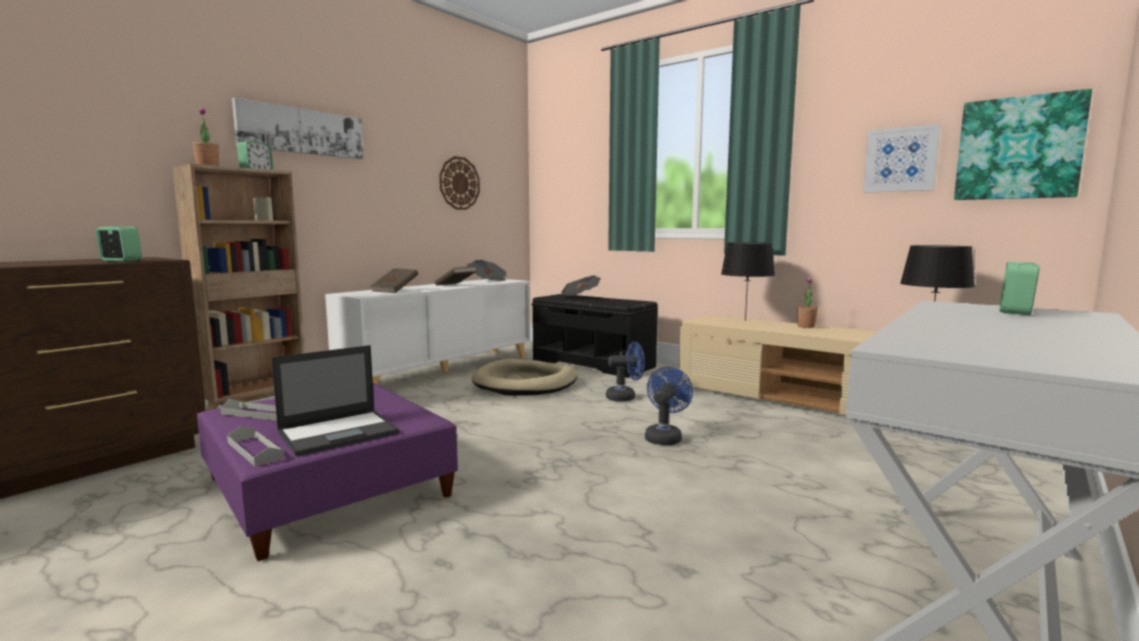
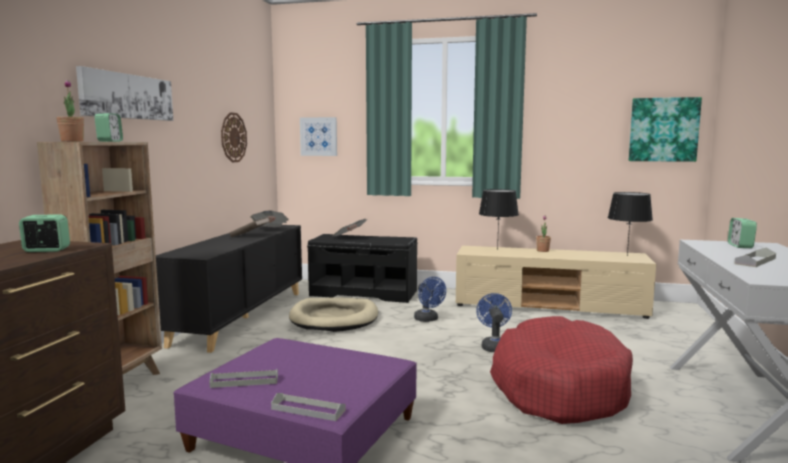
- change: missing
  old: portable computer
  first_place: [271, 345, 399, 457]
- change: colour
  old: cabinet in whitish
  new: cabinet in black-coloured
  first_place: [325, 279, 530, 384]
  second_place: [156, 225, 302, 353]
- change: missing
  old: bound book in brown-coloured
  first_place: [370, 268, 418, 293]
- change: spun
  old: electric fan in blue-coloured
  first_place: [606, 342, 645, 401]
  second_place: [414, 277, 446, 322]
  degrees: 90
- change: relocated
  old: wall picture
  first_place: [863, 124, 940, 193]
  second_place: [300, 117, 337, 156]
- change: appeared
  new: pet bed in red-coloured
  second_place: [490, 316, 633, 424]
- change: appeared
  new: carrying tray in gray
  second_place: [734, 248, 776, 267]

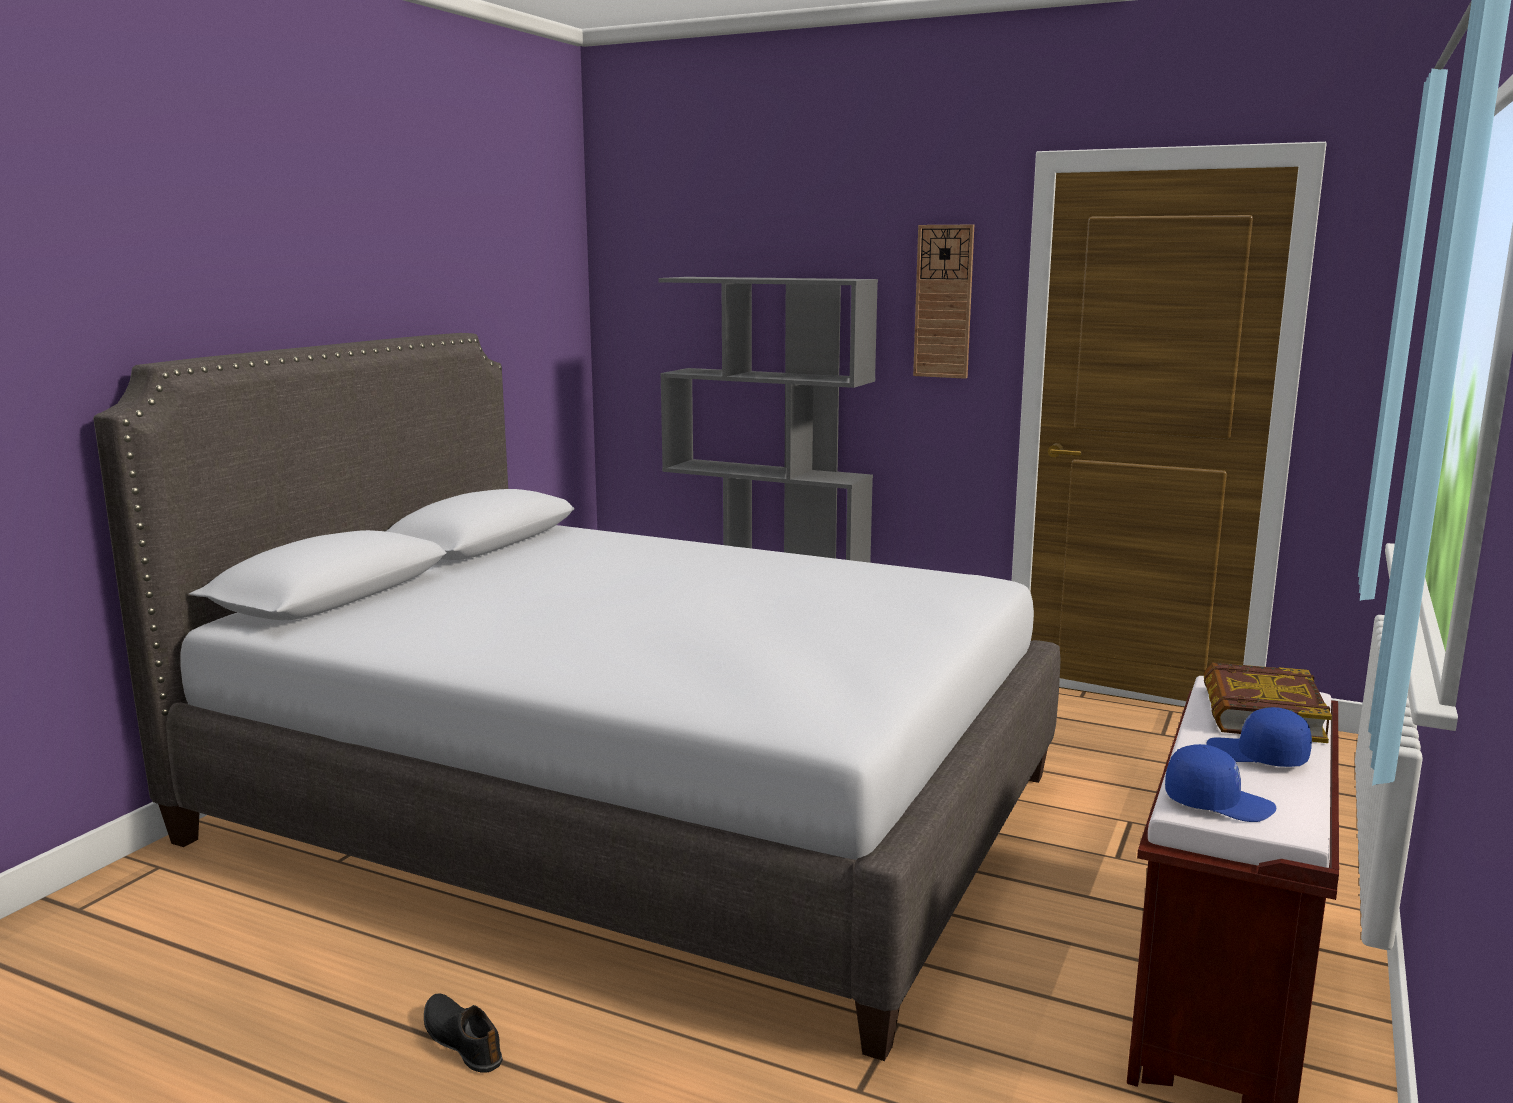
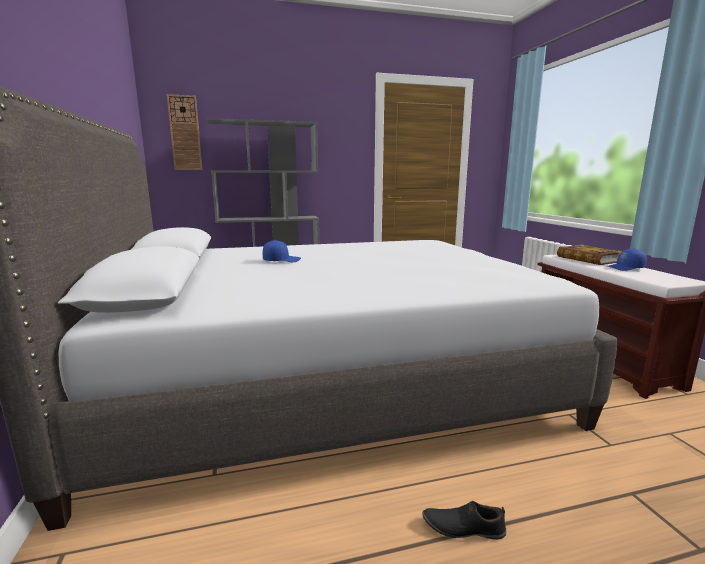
- change: relocated
  old: hanging clock
  first_place: [913, 225, 974, 379]
  second_place: [167, 94, 203, 170]
- change: relocated
  old: peaked cap in blue-coloured
  first_place: [1165, 744, 1276, 822]
  second_place: [263, 240, 301, 262]

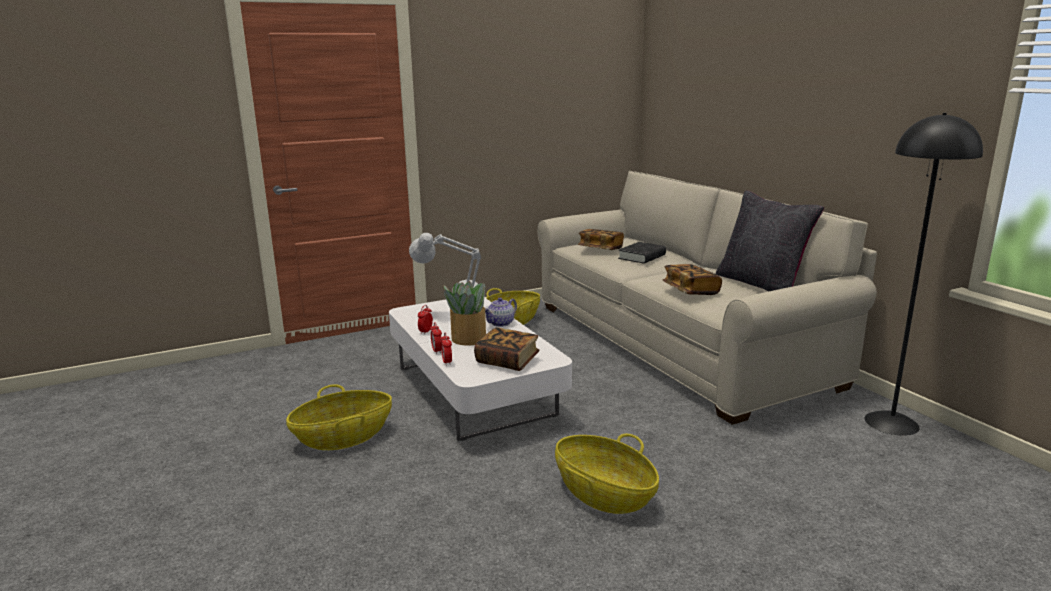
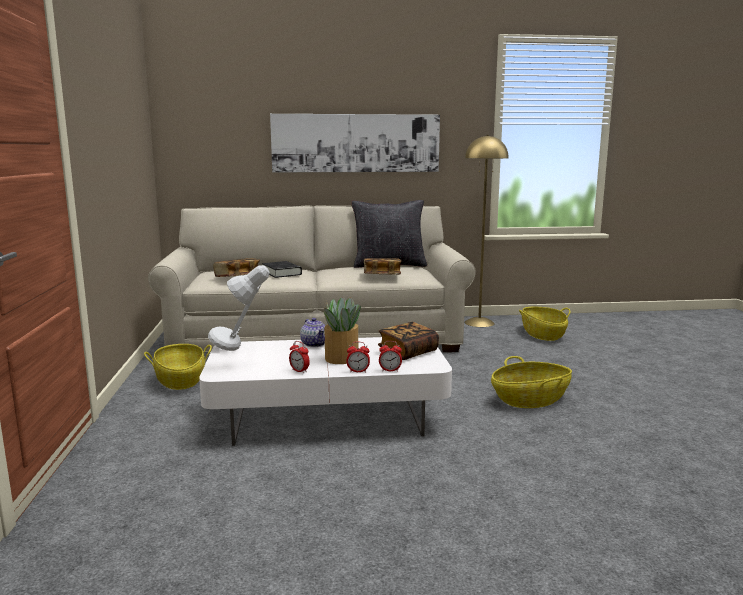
- change: relocated
  old: storage basket
  first_place: [286, 384, 392, 450]
  second_place: [519, 307, 571, 341]
- change: colour
  old: standing lamp in black-coloured
  new: standing lamp in yellow-coloured
  first_place: [864, 113, 983, 436]
  second_place: [464, 135, 509, 327]
- change: appeared
  new: wall picture
  second_place: [270, 114, 440, 172]

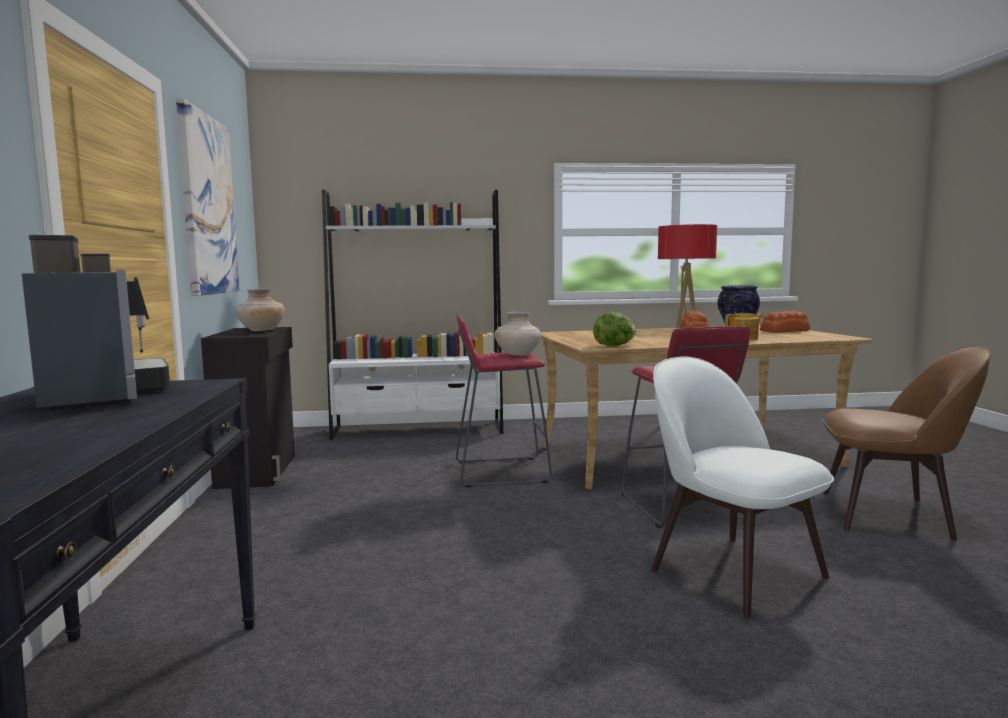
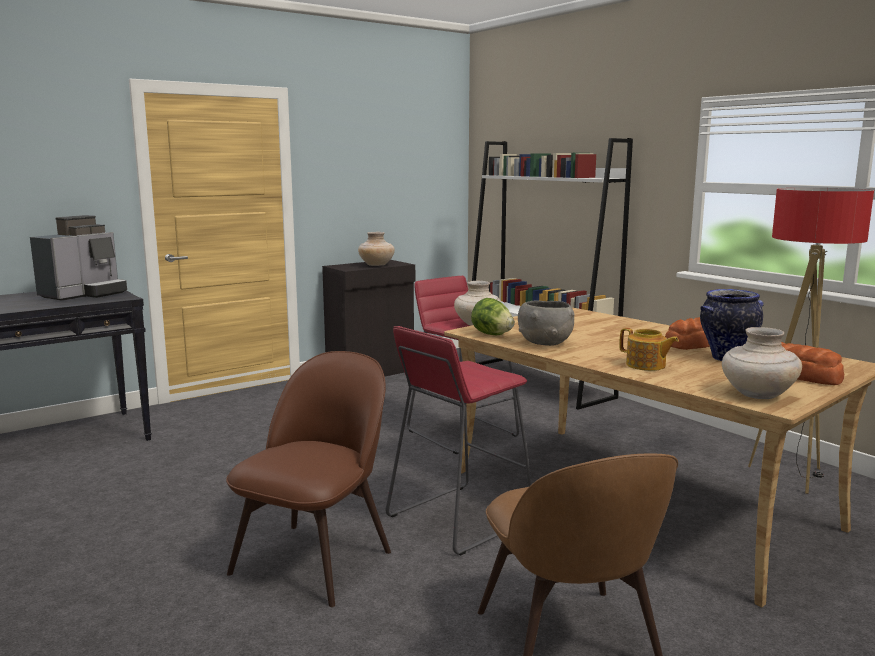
- change: missing
  old: wall picture
  first_place: [176, 98, 239, 296]
- change: colour
  old: upright chair in whitish
  new: upright chair in brown-coloured
  first_place: [651, 357, 834, 619]
  second_place: [226, 351, 391, 607]
- change: appeared
  new: serving bowl in gray
  second_place: [518, 300, 574, 346]
- change: appeared
  new: vase in beige
  second_place: [722, 327, 802, 399]

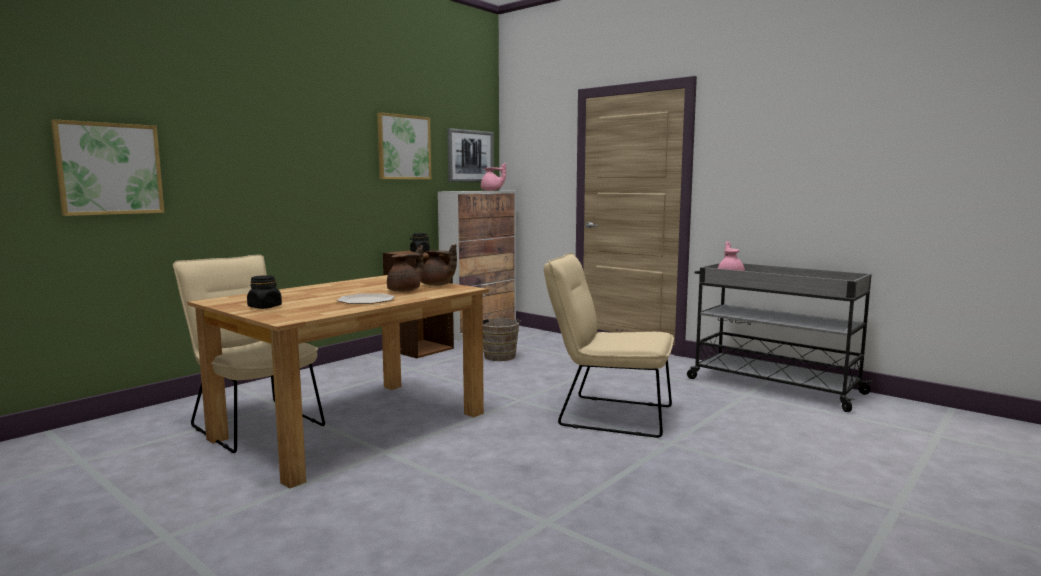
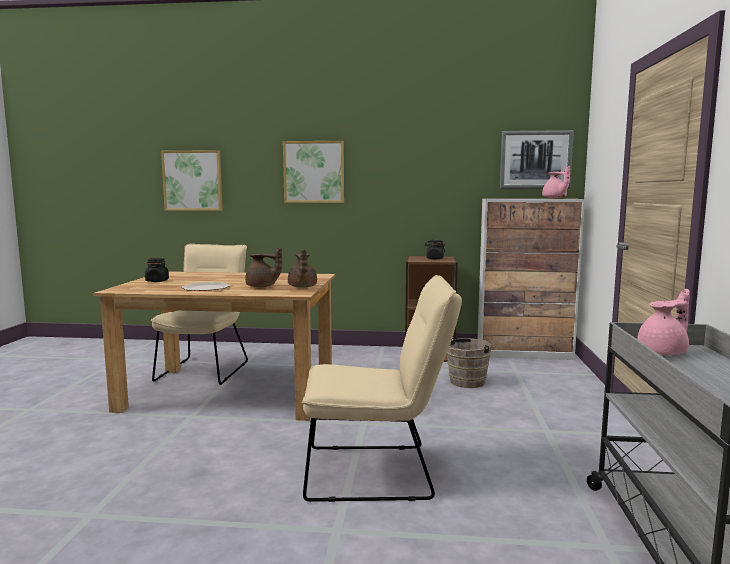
- change: relocated
  old: wall picture
  first_place: [377, 112, 431, 179]
  second_place: [283, 141, 344, 203]
- change: spun
  old: upright chair in beige
  first_place: [544, 253, 674, 438]
  second_place: [302, 275, 462, 502]
  degrees: 105

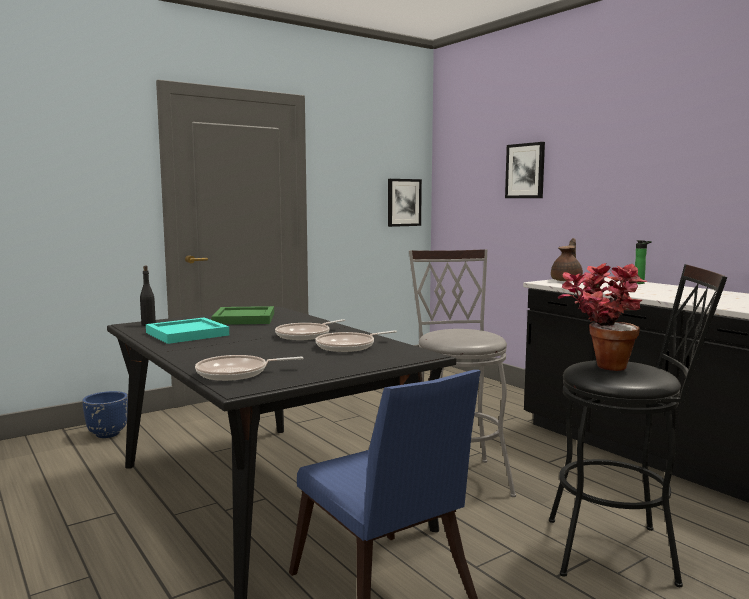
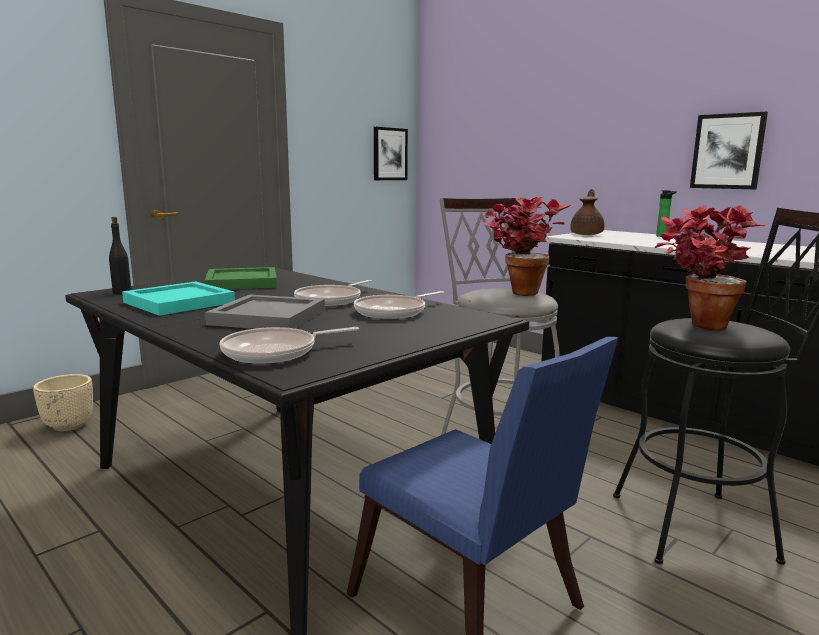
- change: colour
  old: plant pot in blue-coloured
  new: plant pot in beige
  first_place: [82, 391, 128, 438]
  second_place: [33, 374, 93, 432]
- change: relocated
  old: wall picture
  first_place: [505, 142, 545, 198]
  second_place: [690, 112, 768, 189]
- change: appeared
  new: carrying tray in gray
  second_place: [205, 294, 325, 329]
- change: appeared
  new: potted plant
  second_place: [483, 197, 571, 296]

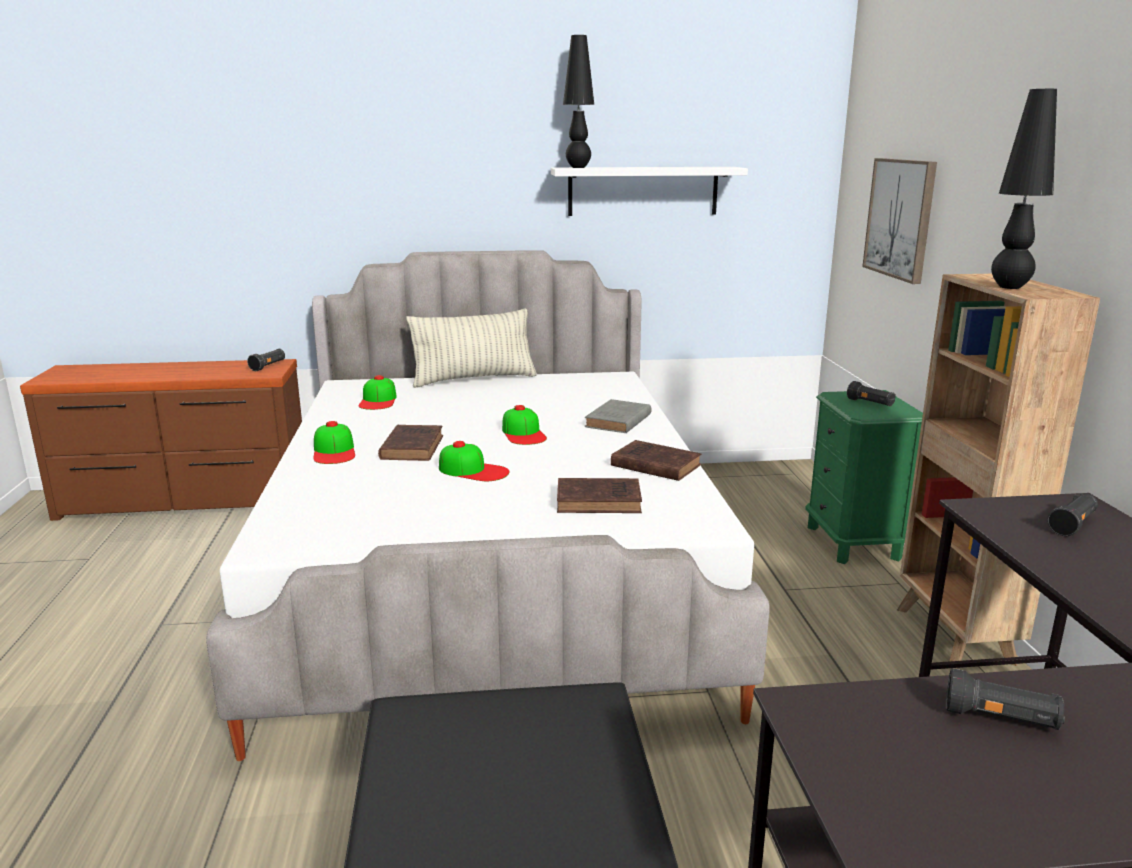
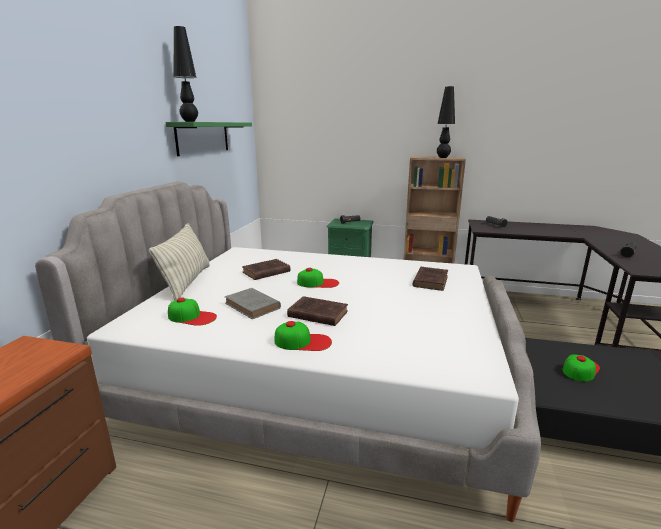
- change: missing
  old: flashlight in black-coloured
  first_place: [247, 349, 285, 371]
- change: relocated
  old: peaked cap
  first_place: [439, 441, 509, 481]
  second_place: [563, 355, 600, 382]
- change: colour
  old: shelf in whitish
  new: shelf in green-coloured
  first_place: [551, 167, 748, 216]
  second_place: [166, 122, 252, 156]
- change: relocated
  old: bound book in gray
  first_place: [584, 399, 651, 433]
  second_place: [225, 288, 281, 319]
- change: relocated
  old: bound book in brown-coloured
  first_place: [611, 440, 701, 481]
  second_place: [242, 259, 290, 280]
- change: missing
  old: wall picture
  first_place: [862, 158, 937, 284]

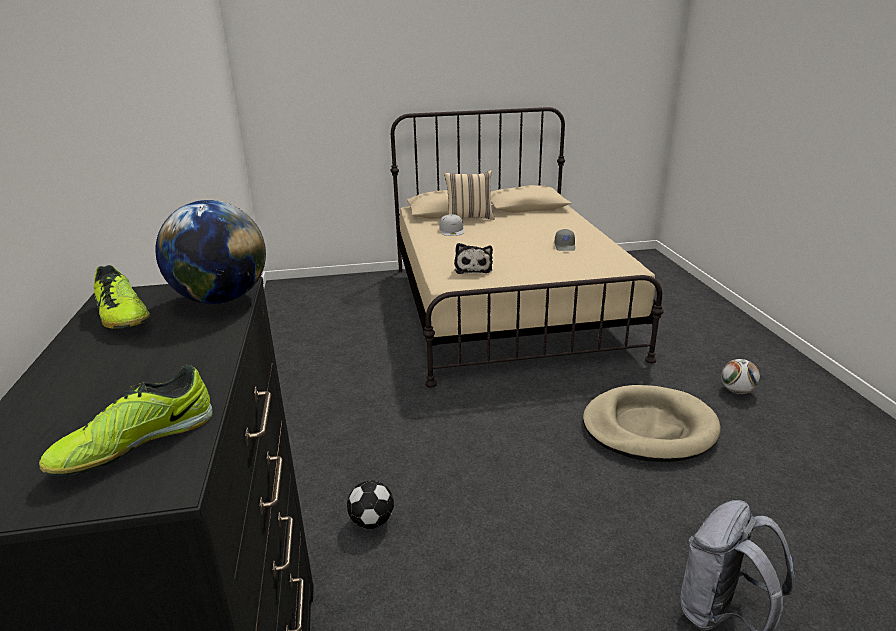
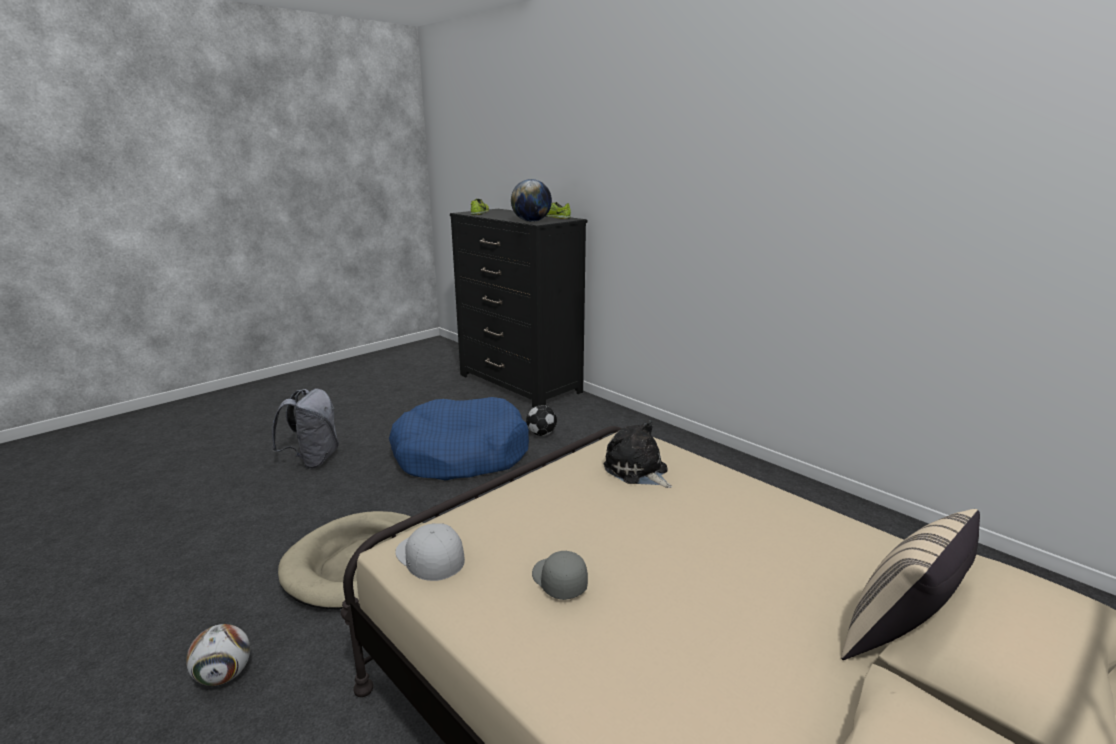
- change: relocated
  old: peaked cap in whitish
  first_place: [440, 214, 465, 236]
  second_place: [395, 523, 465, 581]
- change: appeared
  new: pet bed in blue-coloured
  second_place: [389, 397, 529, 480]

